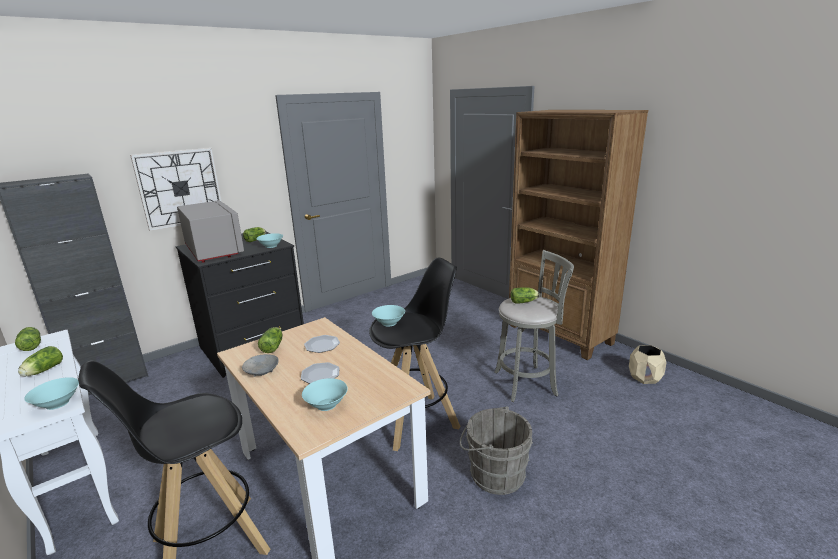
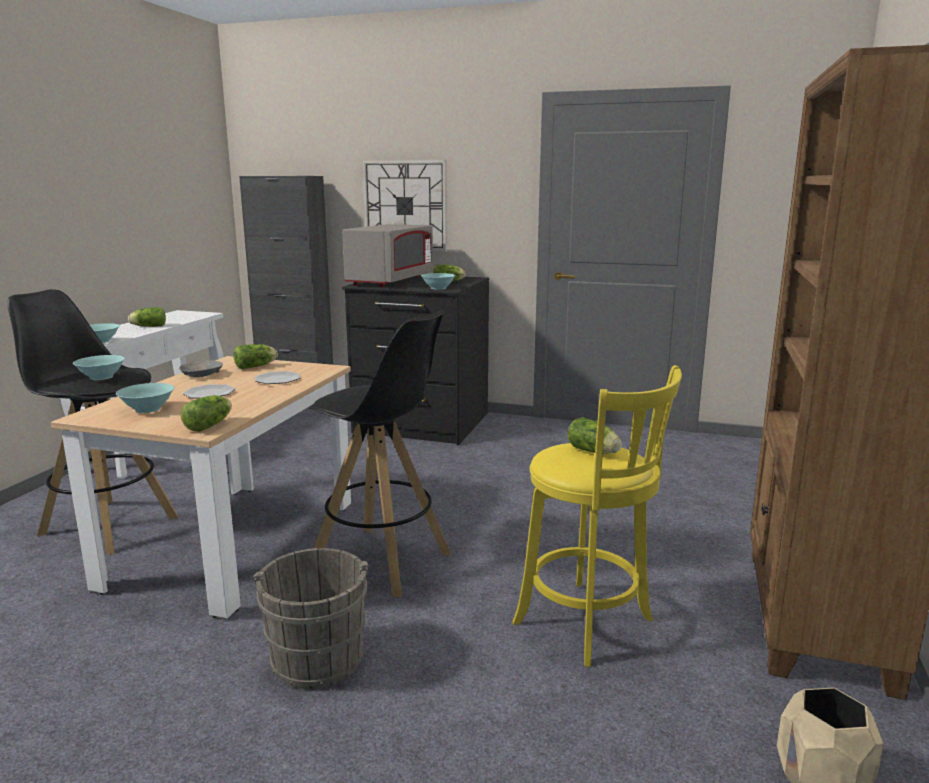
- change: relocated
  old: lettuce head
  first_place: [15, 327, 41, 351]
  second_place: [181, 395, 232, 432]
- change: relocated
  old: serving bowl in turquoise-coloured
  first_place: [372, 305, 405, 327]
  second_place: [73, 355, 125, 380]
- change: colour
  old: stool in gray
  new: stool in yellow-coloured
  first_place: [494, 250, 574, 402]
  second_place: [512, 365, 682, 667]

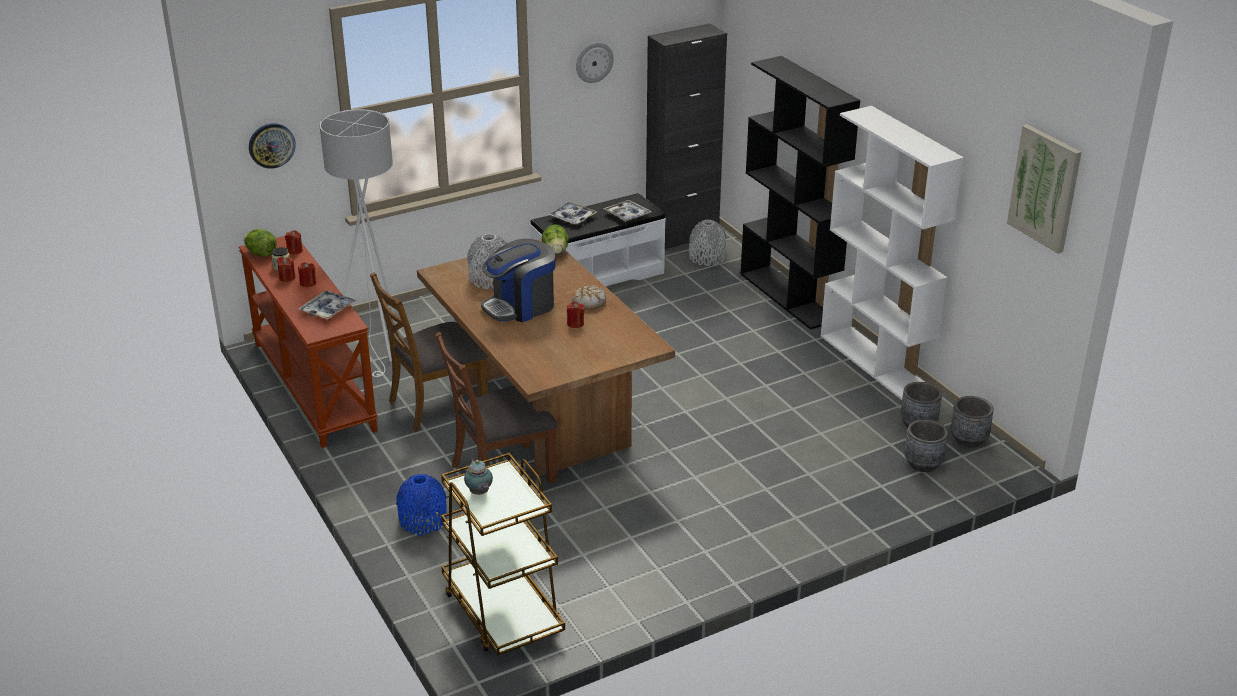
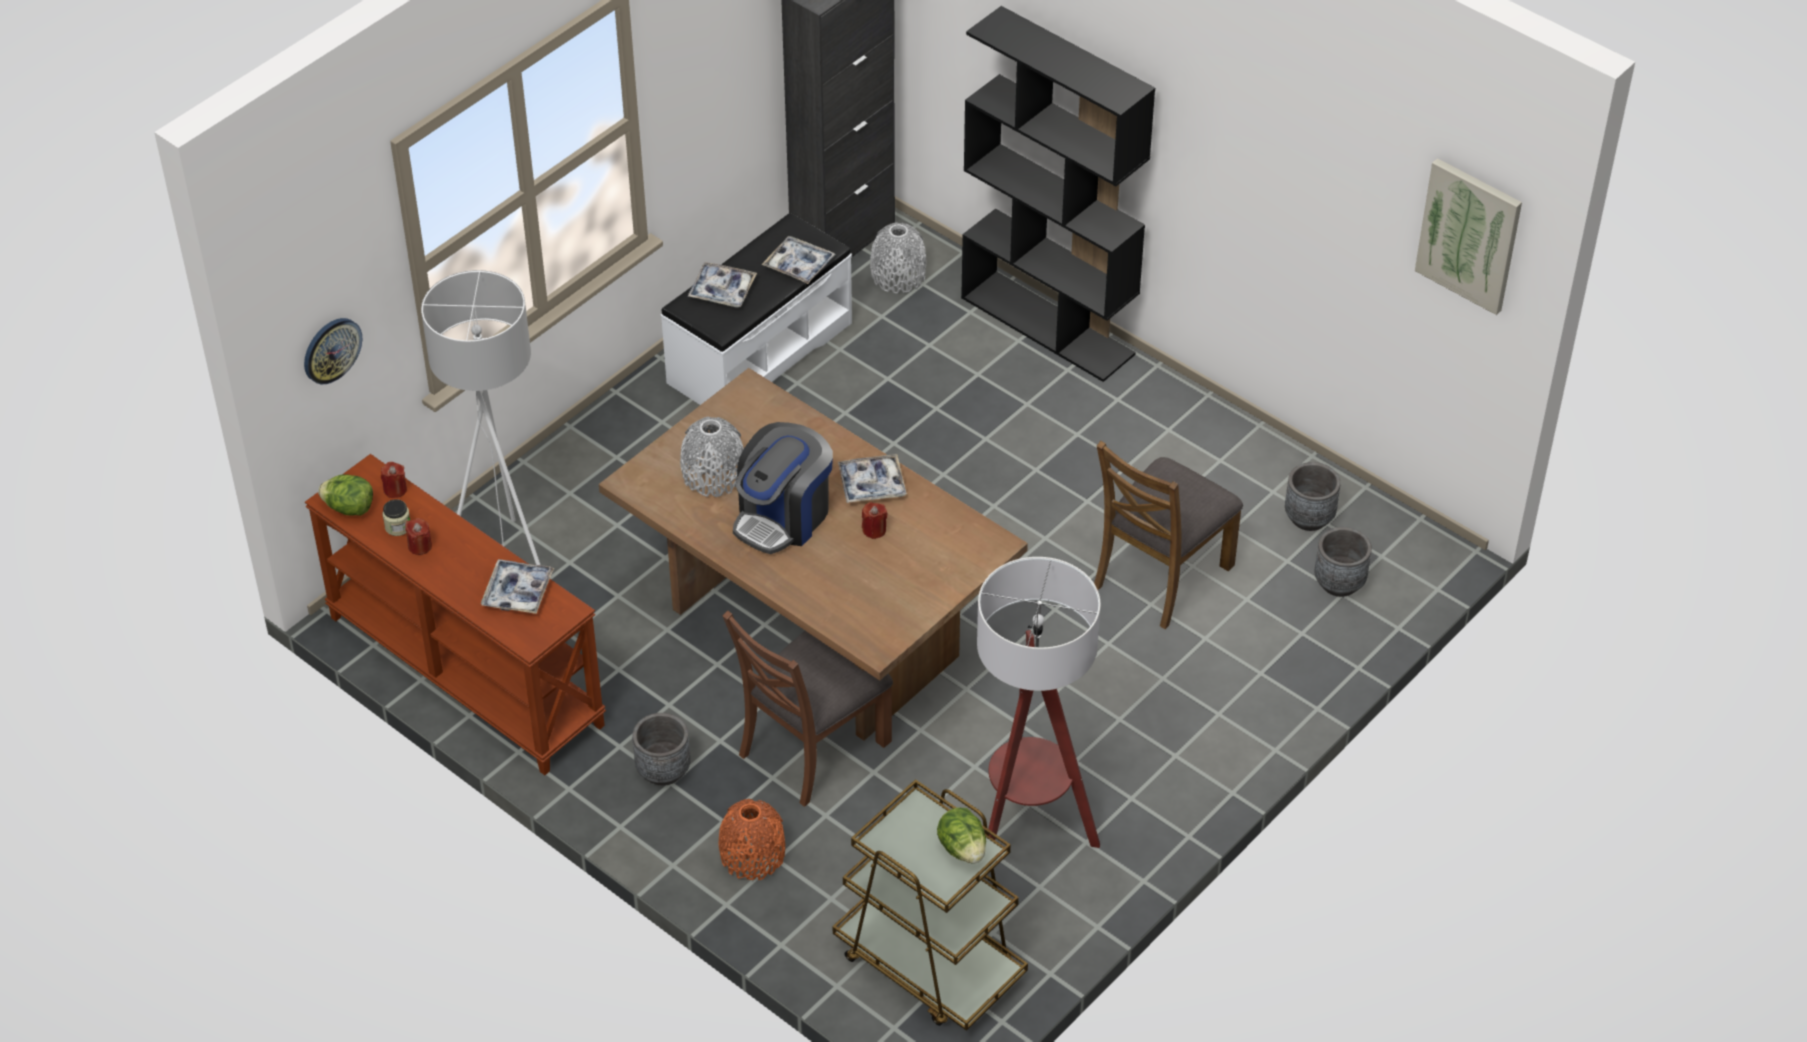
- change: missing
  old: candle in red-coloured
  first_place: [298, 262, 316, 287]
- change: relocated
  old: upright chair in brown-coloured
  first_place: [370, 272, 488, 432]
  second_place: [1094, 441, 1243, 629]
- change: colour
  old: vase in blue-coloured
  new: vase in orangey
  first_place: [396, 474, 447, 536]
  second_place: [719, 799, 785, 880]
- change: missing
  old: tea pot
  first_place: [464, 459, 493, 495]
- change: relocated
  old: lettuce head
  first_place: [542, 224, 569, 254]
  second_place: [937, 807, 986, 863]
- change: exchanged
  old: bread
  new: carrying tray
  first_place: [572, 285, 606, 310]
  second_place: [838, 454, 907, 503]
- change: missing
  old: hanging clock
  first_place: [576, 42, 614, 83]
- change: missing
  old: bookshelf in whitish
  first_place: [821, 106, 964, 400]
- change: relocated
  old: plant pot in gray
  first_place: [951, 396, 994, 448]
  second_place: [632, 713, 691, 786]
- change: appeared
  new: standing lamp
  second_place: [977, 557, 1101, 848]

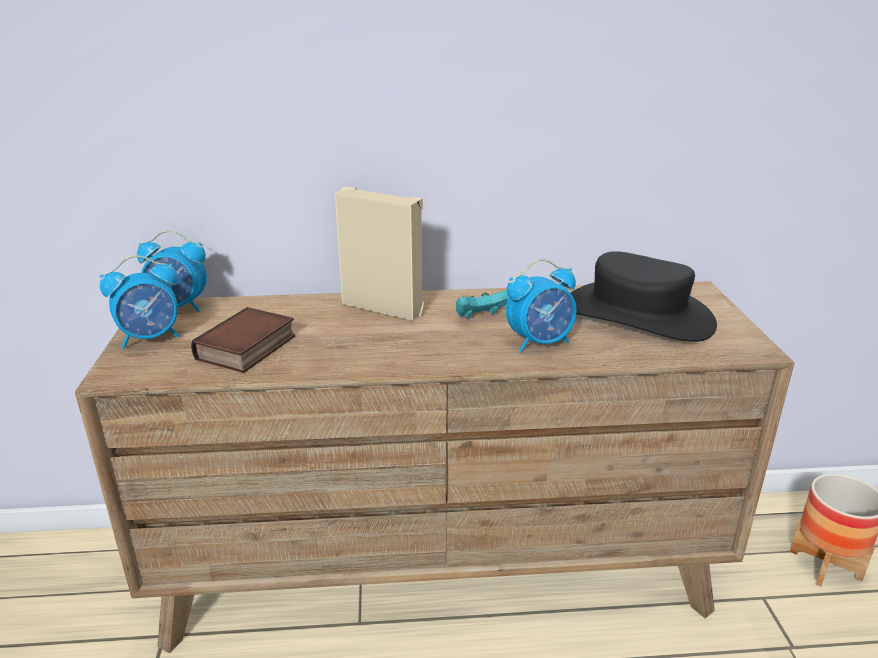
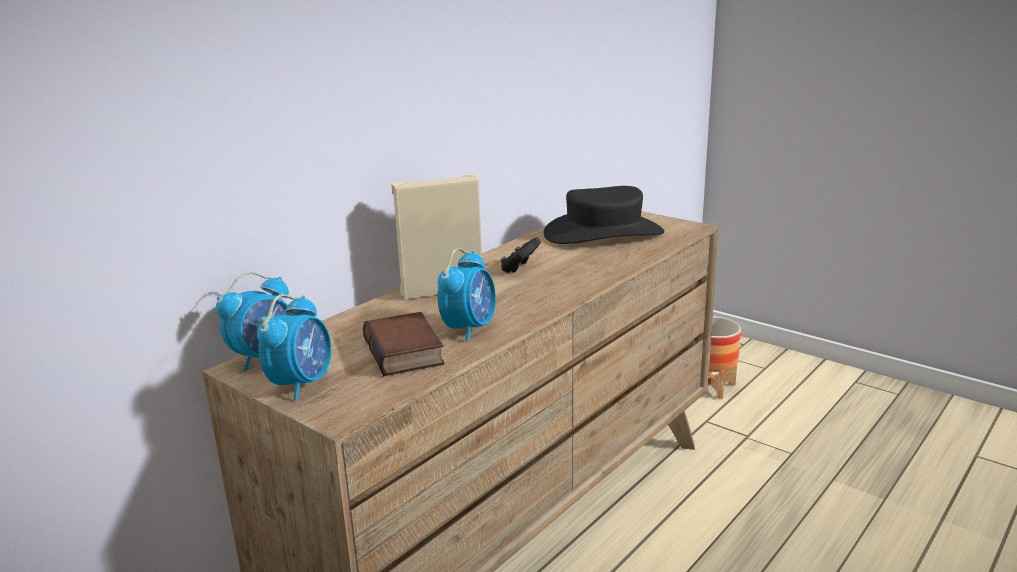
- change: colour
  old: joypad in turquoise-coloured
  new: joypad in black-coloured
  first_place: [456, 290, 509, 318]
  second_place: [500, 237, 541, 273]
- change: relocated
  old: table clock
  first_place: [506, 259, 577, 352]
  second_place: [437, 248, 496, 341]

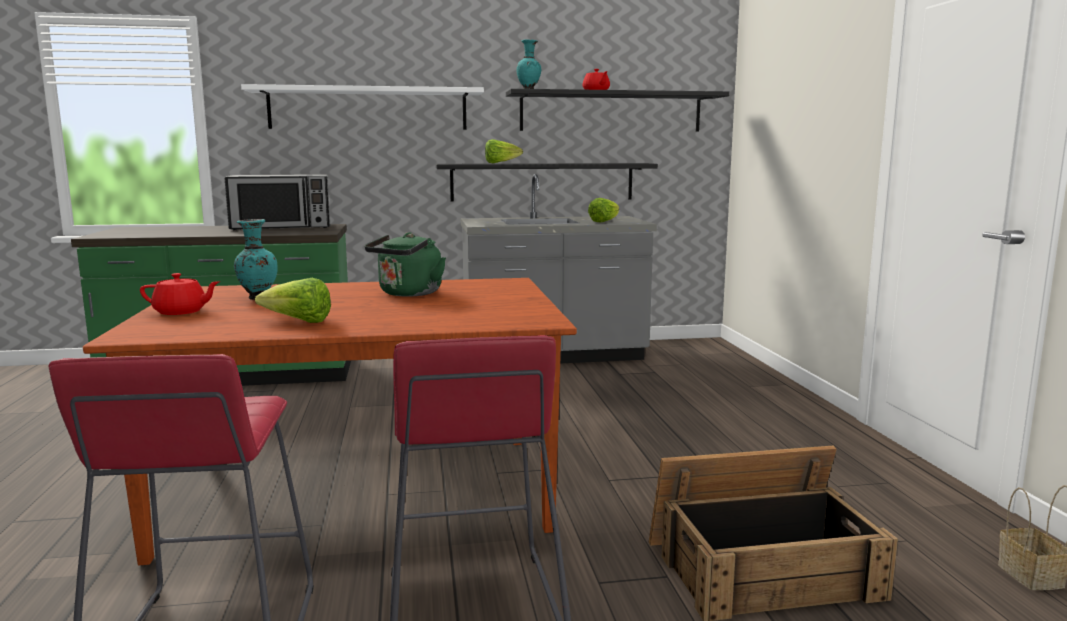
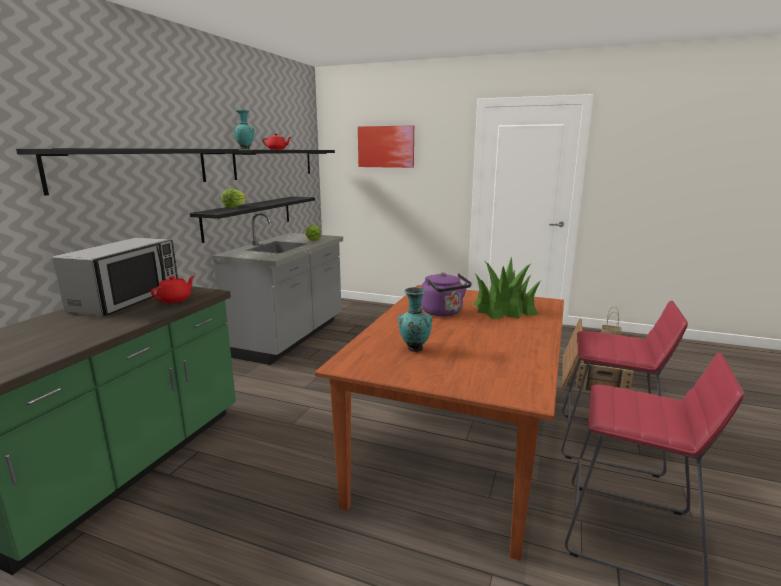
- change: relocated
  old: tea pot in red-coloured
  first_place: [140, 273, 219, 315]
  second_place: [151, 276, 195, 303]
- change: colour
  old: shelf in whitish
  new: shelf in black-coloured
  first_place: [241, 84, 484, 130]
  second_place: [16, 148, 239, 196]
- change: missing
  old: lettuce head
  first_place: [255, 278, 331, 323]
- change: colour
  old: water kettle in green-coloured
  new: water kettle in purple
  first_place: [365, 232, 446, 297]
  second_place: [421, 272, 472, 316]
- change: appeared
  new: wall picture
  second_place: [358, 125, 414, 168]
- change: appeared
  new: potted plant
  second_place: [473, 257, 542, 319]

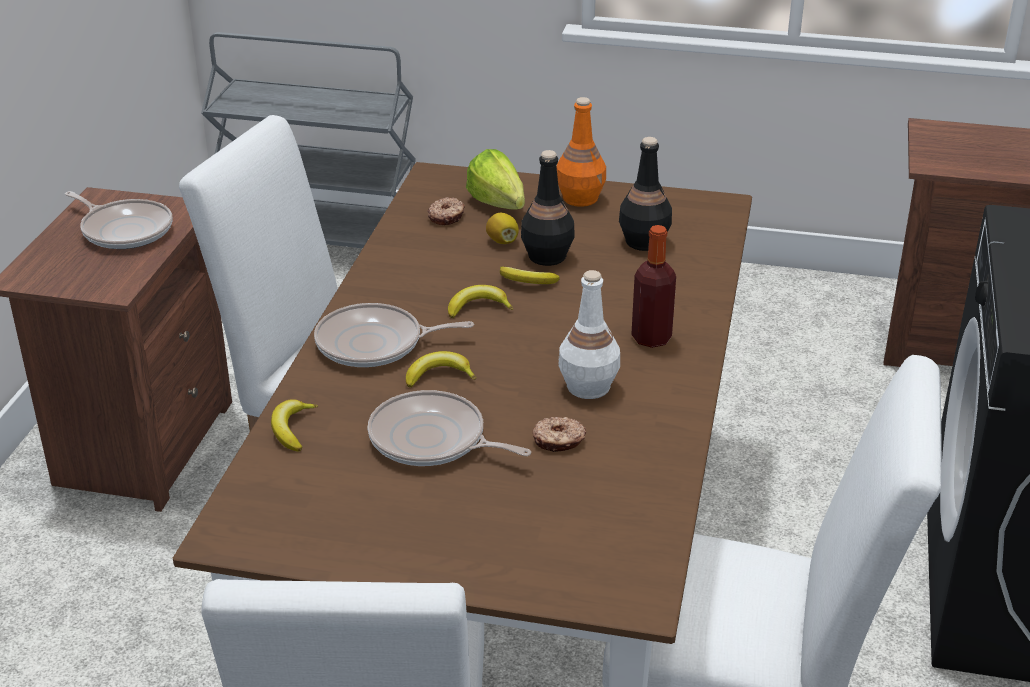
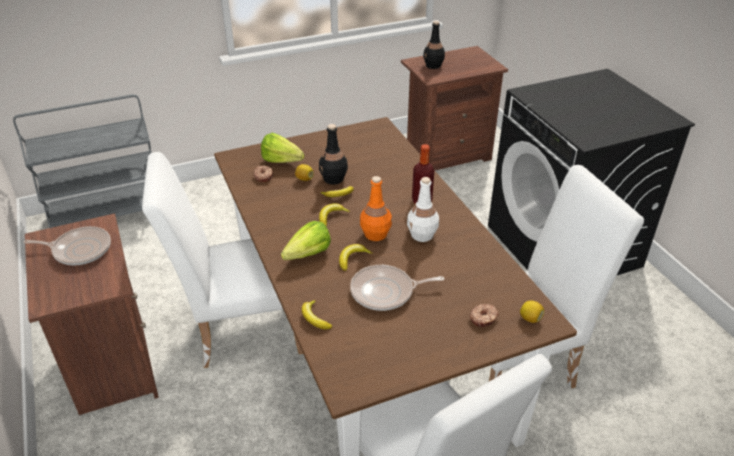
- change: exchanged
  old: pan
  new: lettuce head
  first_place: [314, 303, 474, 367]
  second_place: [281, 221, 331, 260]
- change: relocated
  old: ring doughnut
  first_place: [533, 417, 586, 452]
  second_place: [470, 304, 498, 327]
- change: relocated
  old: beverage bottle in orangey
  first_place: [557, 97, 606, 207]
  second_place: [360, 176, 392, 241]
- change: relocated
  old: beverage bottle in black-coloured
  first_place: [619, 137, 672, 251]
  second_place: [423, 21, 445, 69]
- change: appeared
  new: citrus fruit
  second_place: [520, 300, 544, 323]

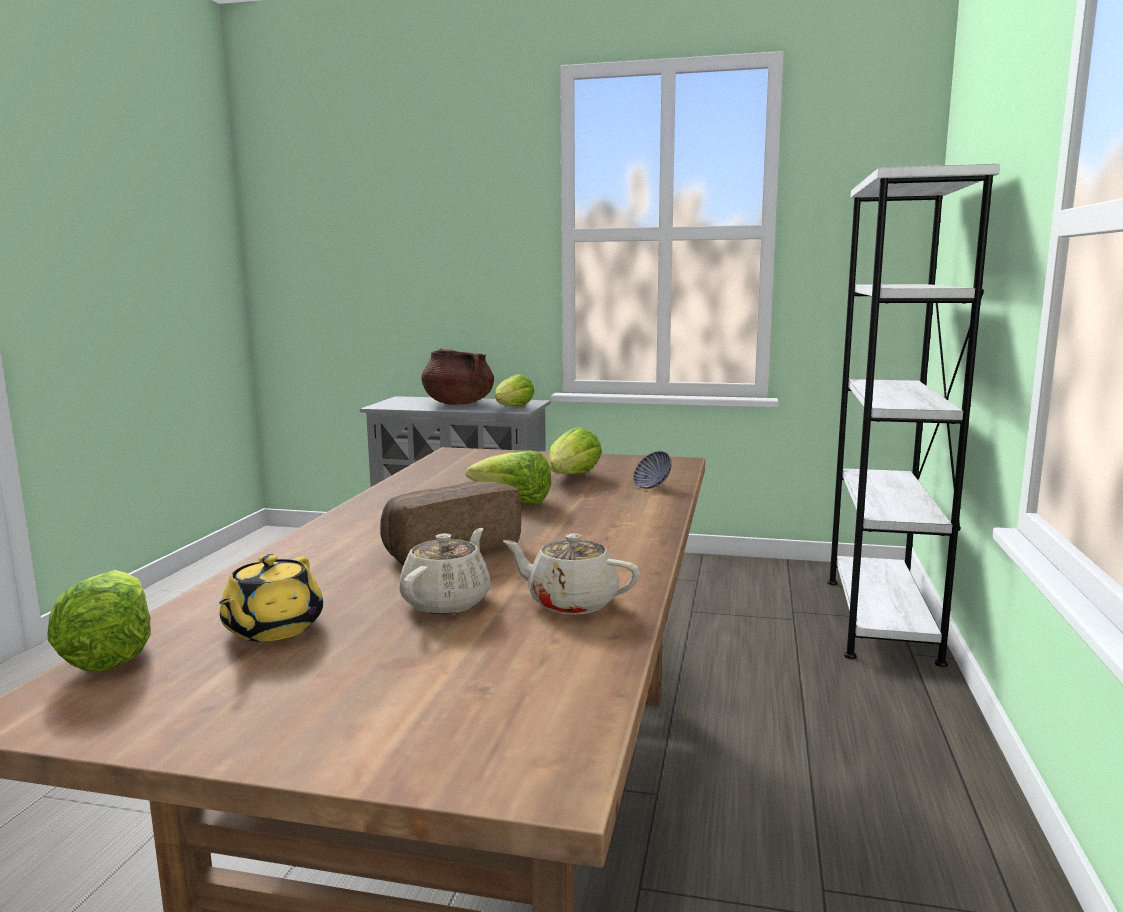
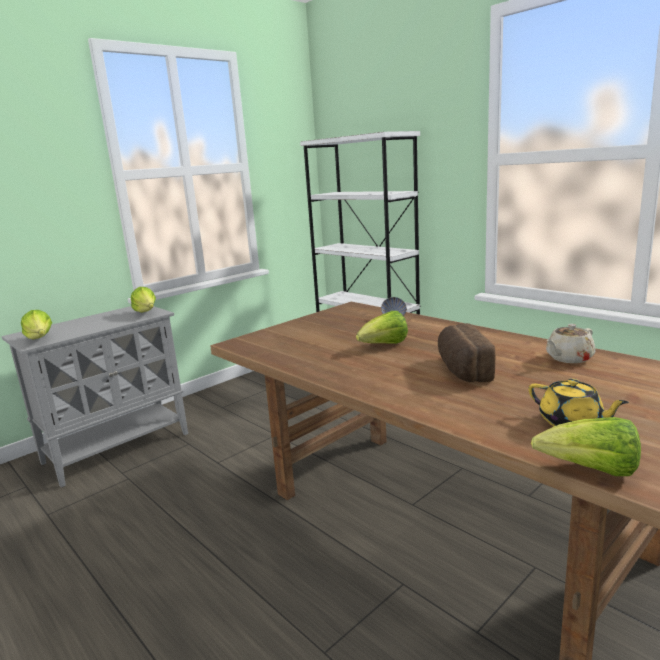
- change: missing
  old: tea pot in beige
  first_place: [400, 528, 491, 614]
- change: missing
  old: cooking pot in brown-coloured
  first_place: [421, 348, 494, 405]
- change: relocated
  old: lettuce head
  first_place: [548, 427, 602, 474]
  second_place: [21, 310, 52, 340]

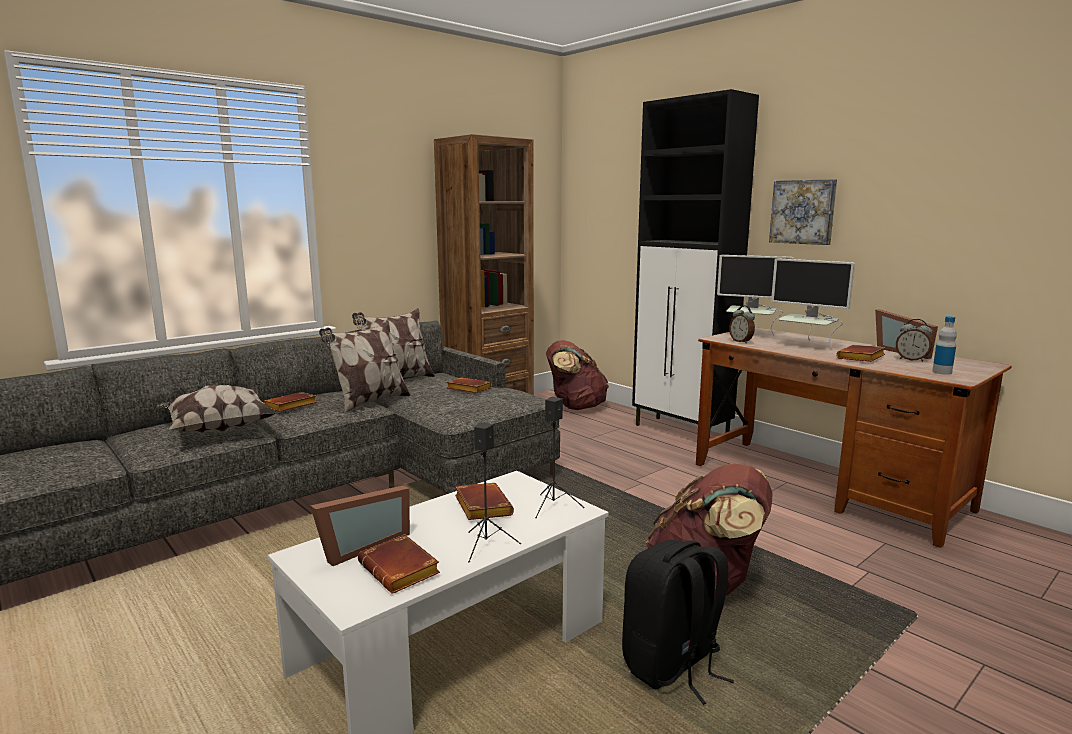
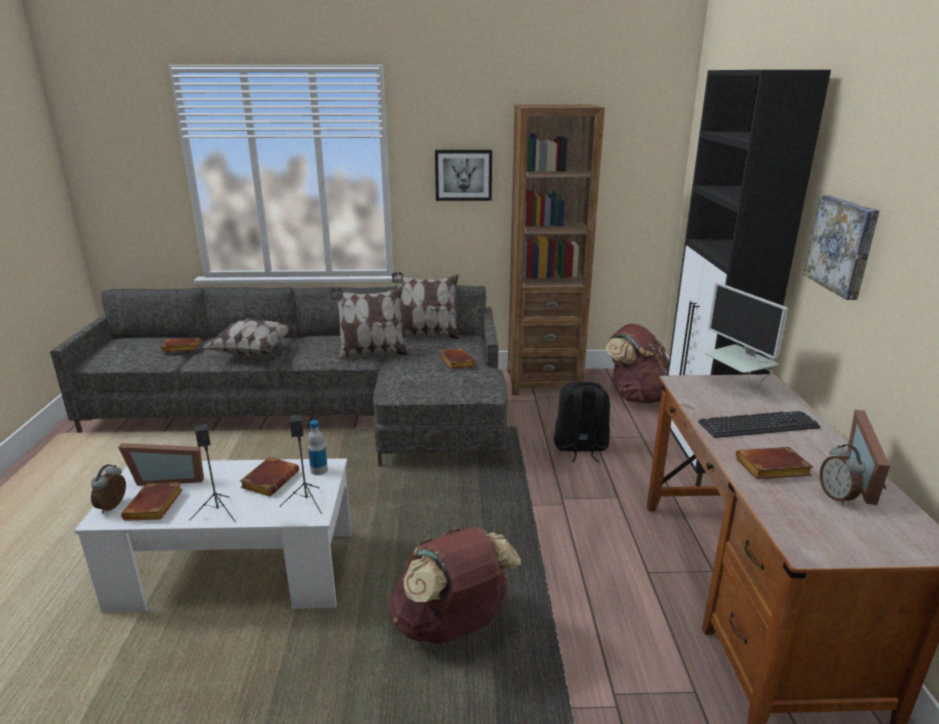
- change: relocated
  old: bound book in brown-coloured
  first_place: [264, 392, 317, 412]
  second_place: [160, 337, 201, 352]
- change: relocated
  old: knapsack in black-coloured
  first_place: [622, 540, 734, 705]
  second_place: [554, 382, 610, 462]
- change: relocated
  old: table clock
  first_place: [729, 305, 755, 344]
  second_place: [91, 464, 126, 513]
- change: exchanged
  old: monitor
  new: keyboard
  first_place: [771, 258, 855, 349]
  second_place: [698, 411, 820, 438]
- change: relocated
  old: beverage bottle
  first_place: [932, 316, 957, 375]
  second_place: [308, 420, 328, 475]
- change: appeared
  new: wall picture
  second_place: [435, 150, 492, 201]

